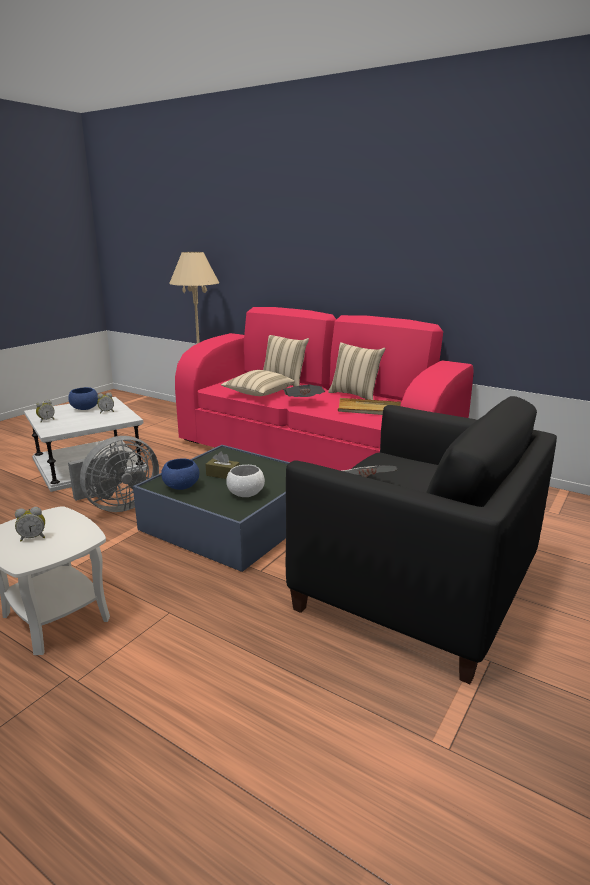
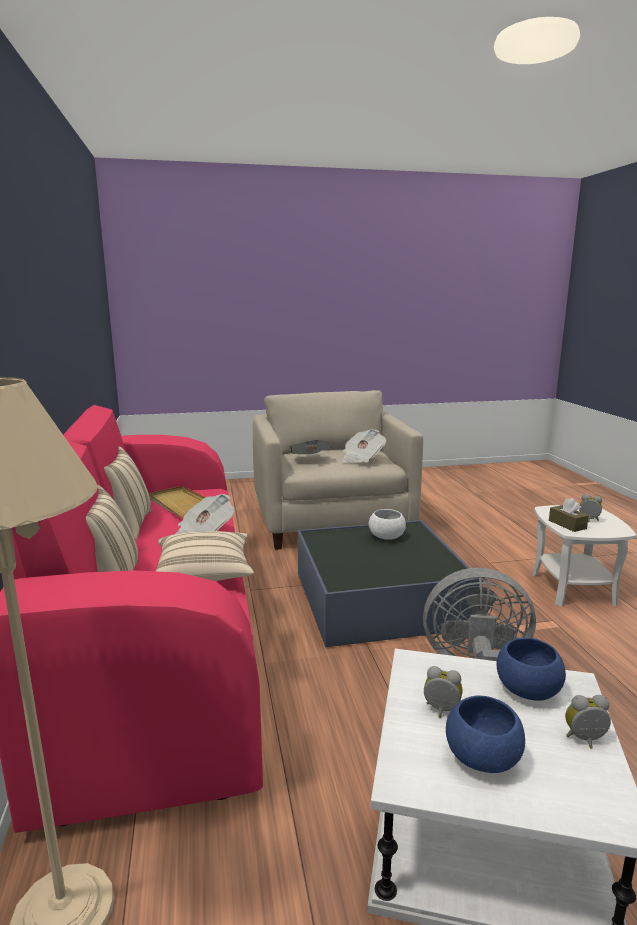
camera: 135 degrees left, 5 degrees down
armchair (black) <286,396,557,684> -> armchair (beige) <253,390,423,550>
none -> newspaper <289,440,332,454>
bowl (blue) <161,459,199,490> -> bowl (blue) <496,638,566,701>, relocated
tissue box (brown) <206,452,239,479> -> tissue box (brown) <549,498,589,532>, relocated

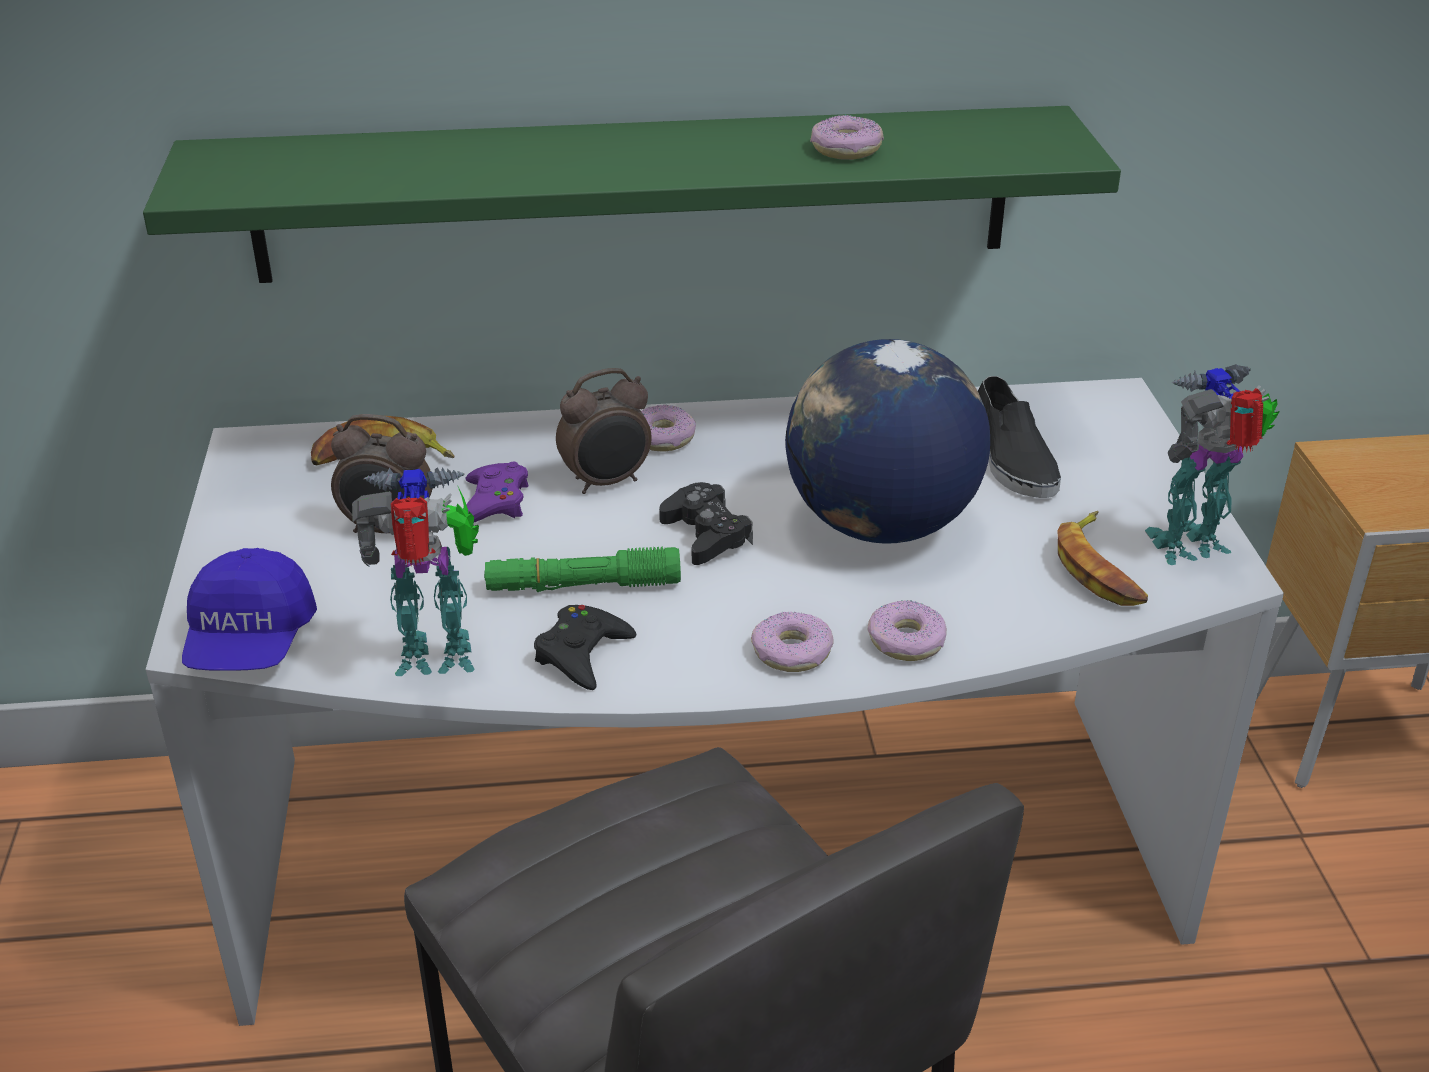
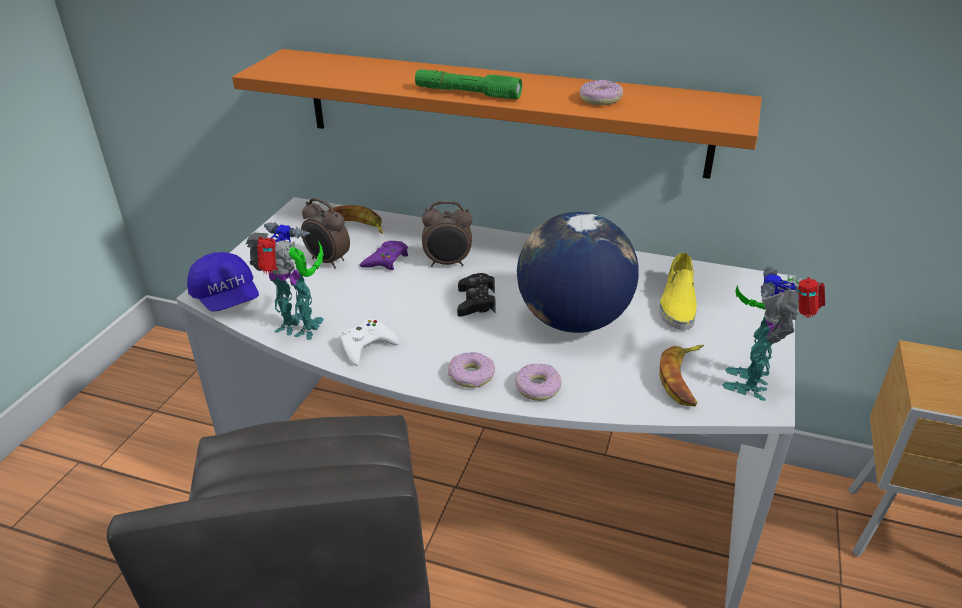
camera: 25 degrees right, 0 degrees up
cap (blue) <182,548,317,671> -> cap (blue) <187,252,259,312>, 60 degrees counterclockwise
shelf (green) <143,106,1121,283> -> shelf (orange) <232,49,762,179>
game controller (black) <534,605,636,690> -> game controller (white) <339,319,400,366>
flashlight (green) <484,547,681,592> -> flashlight (green) <415,69,522,99>, relocated
shoe (black) <978,376,1061,498> -> shoe (yellow) <659,253,697,330>
toy robot <1145,364,1279,565> -> toy robot <722,266,825,401>, 75 degrees counterclockwise
donut <641,405,696,452> -> none

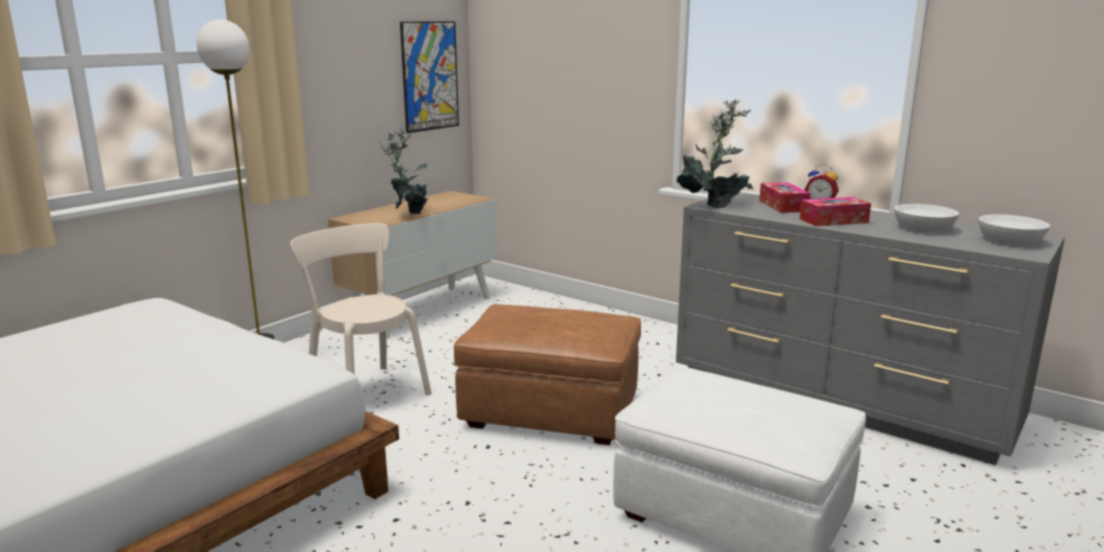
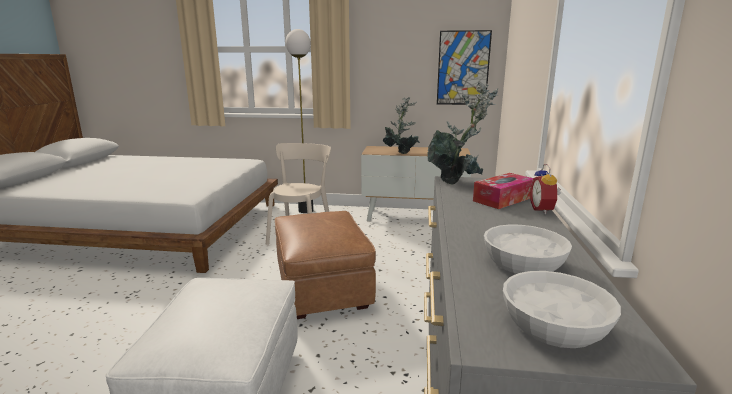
camera: 60 degrees right, 0 degrees up
tissue box <799,197,871,226> -> none

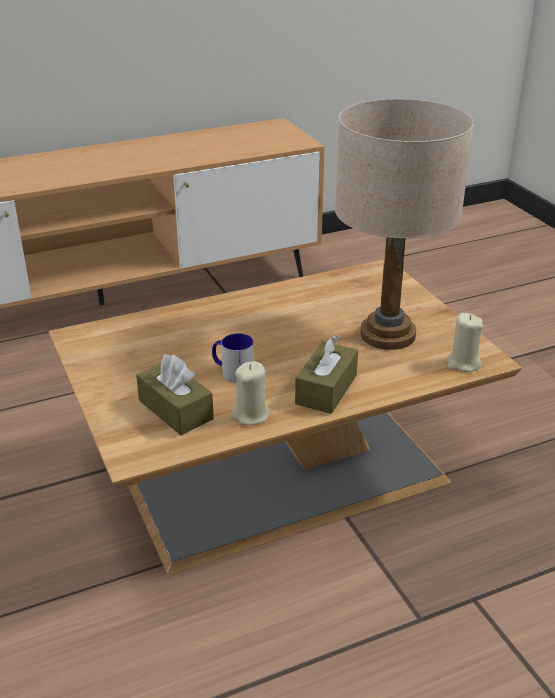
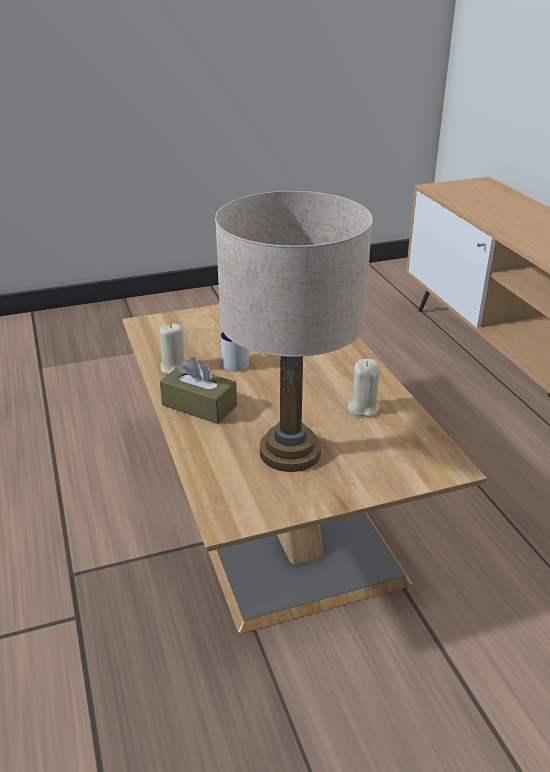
camera: 95 degrees right, 0 degrees up
candle (beige) <446,313,483,372> -> candle (beige) <348,359,380,417>, relocated
tissue box (brown) <136,354,214,435> -> none

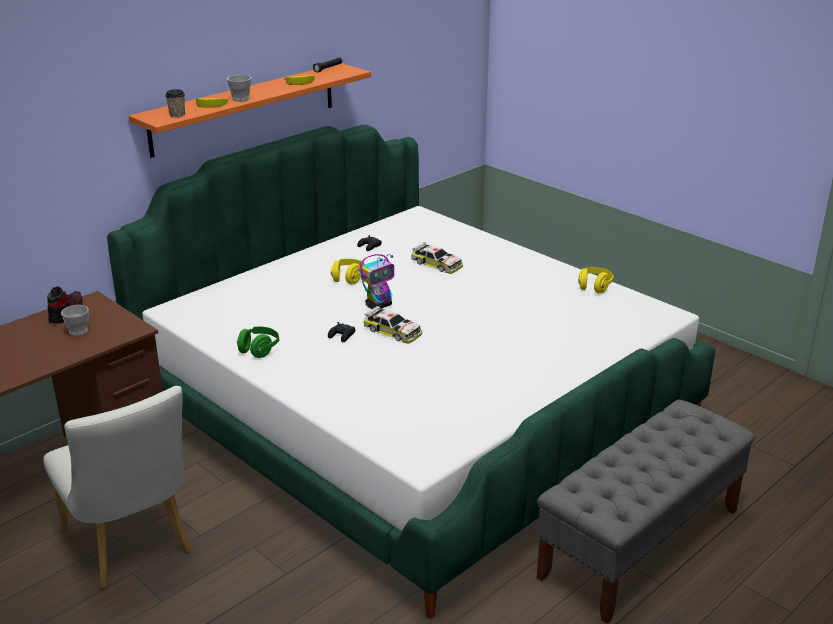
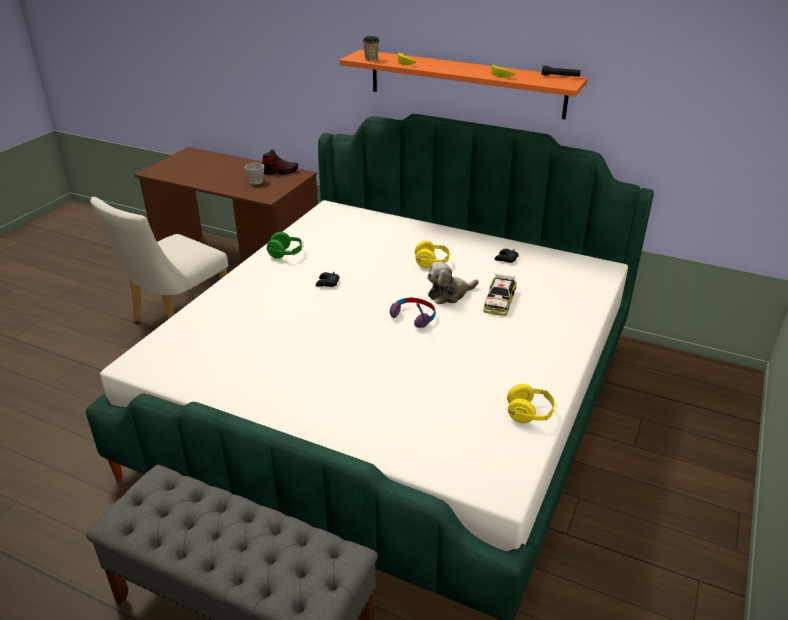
camera: 70 degrees right, 5 degrees up
none -> headphones (purple) <390,298,436,328>
none -> plush toy <427,262,479,304>
cup <227,75,251,102> -> none
toy robot <360,254,394,309> -> none
toy car <364,305,422,344> -> none

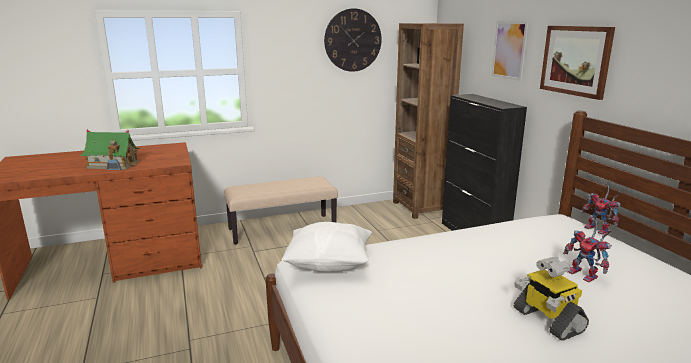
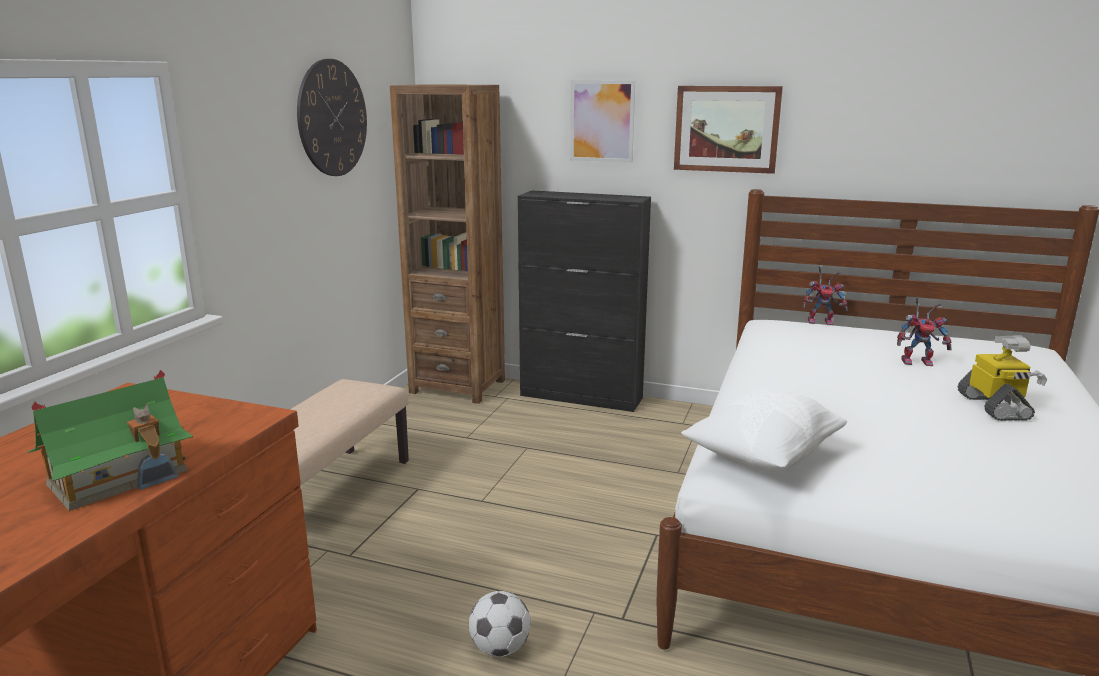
camera: 50 degrees left, 0 degrees up
none -> football <469,591,531,657>
toy robot <514,257,589,341> -> toy robot <958,336,1047,421>, 105 degrees counterclockwise

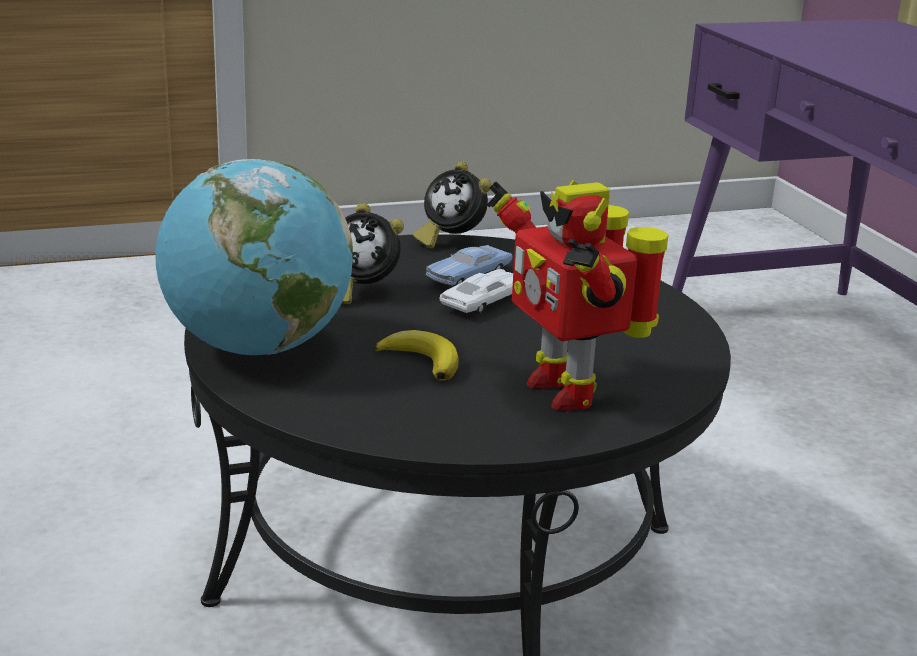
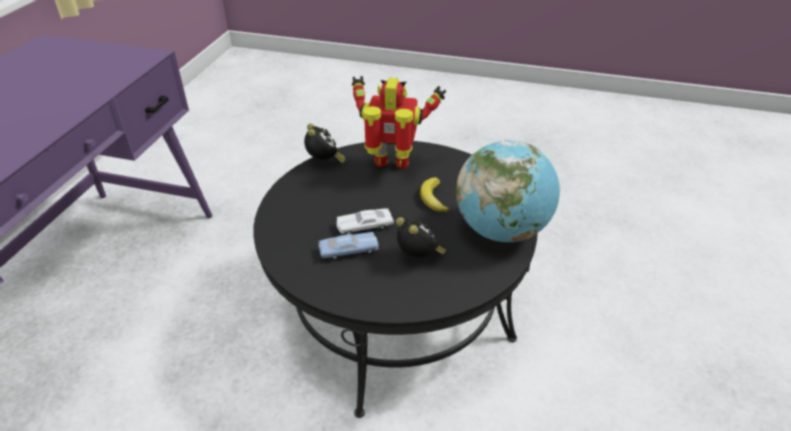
camera: 145 degrees left, 15 degrees up
alarm clock <413,161,492,249> -> alarm clock <304,124,346,164>, relocated
toy robot <487,180,668,411> -> toy robot <352,76,446,169>, 90 degrees counterclockwise

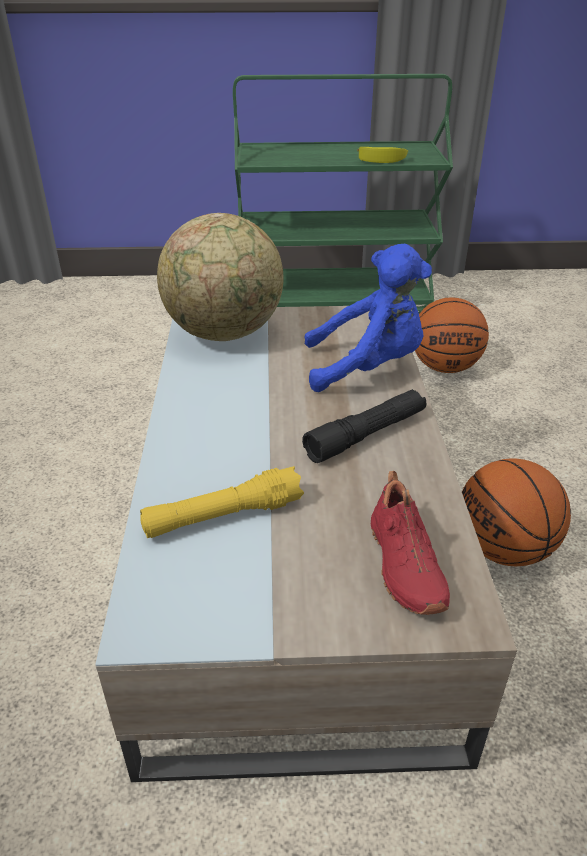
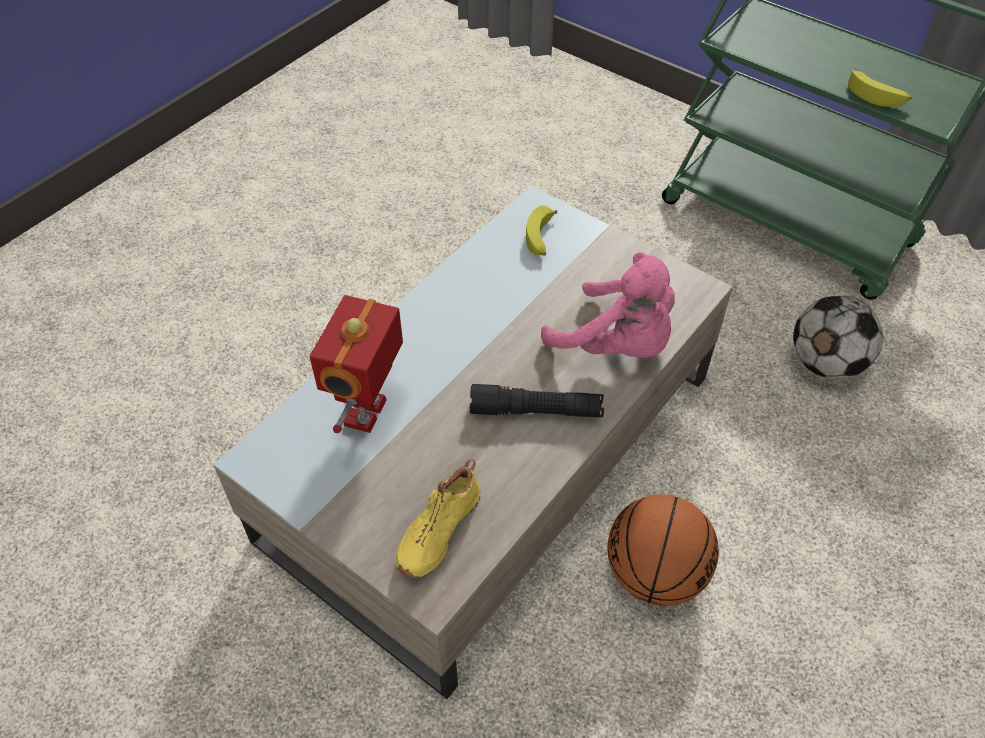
camera: 40 degrees right, 15 degrees up
flashlight (yellow) <140,466,304,538> -> toy robot <310,295,403,433>
shoe (red) <371,471,450,615> -> shoe (yellow) <396,458,481,579>
globe <157,213,284,341> -> banana <526,205,557,256>
plush toy (blue) <304,244,432,392> -> plush toy (pink) <541,252,675,358>
basketball <415,297,489,373> -> football <793,295,883,379>

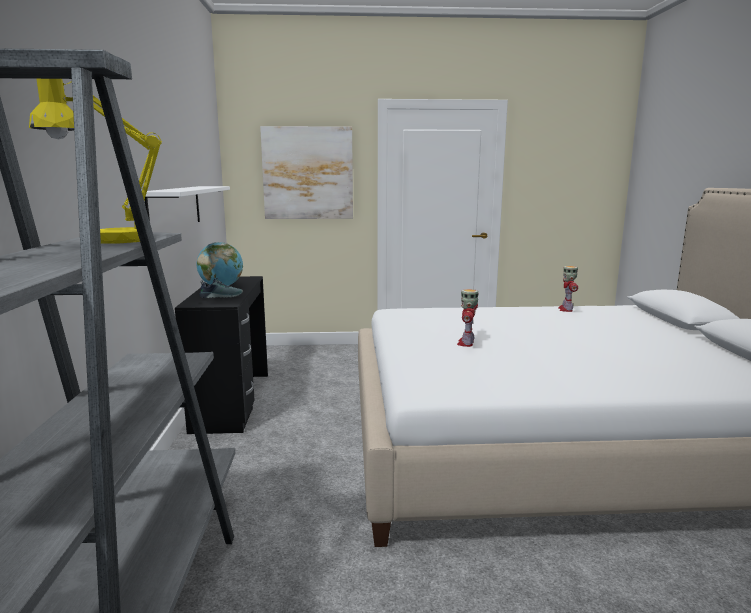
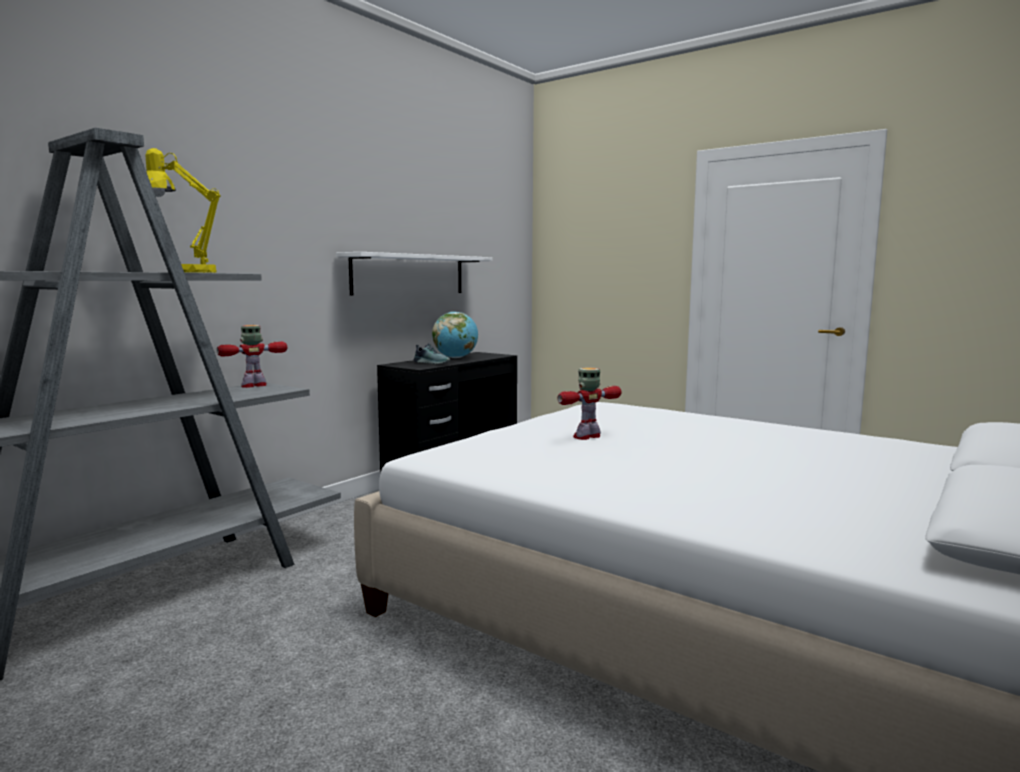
camera: 40 degrees right, 5 degrees down
toy robot <559,266,578,312> -> toy robot <217,325,287,388>, relocated
picture <260,126,353,219> -> none

